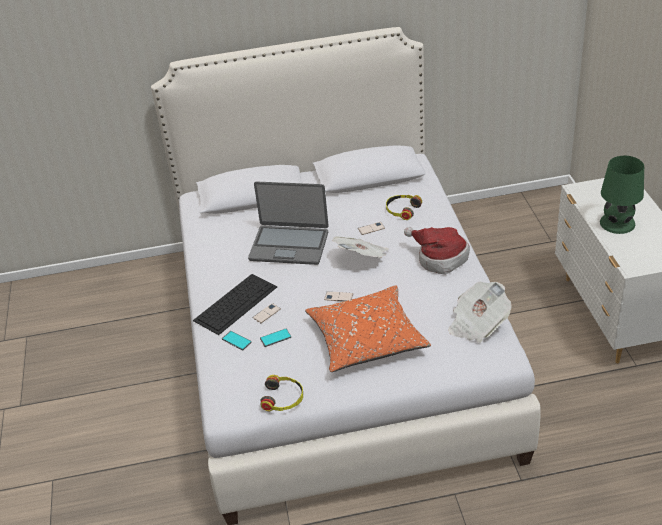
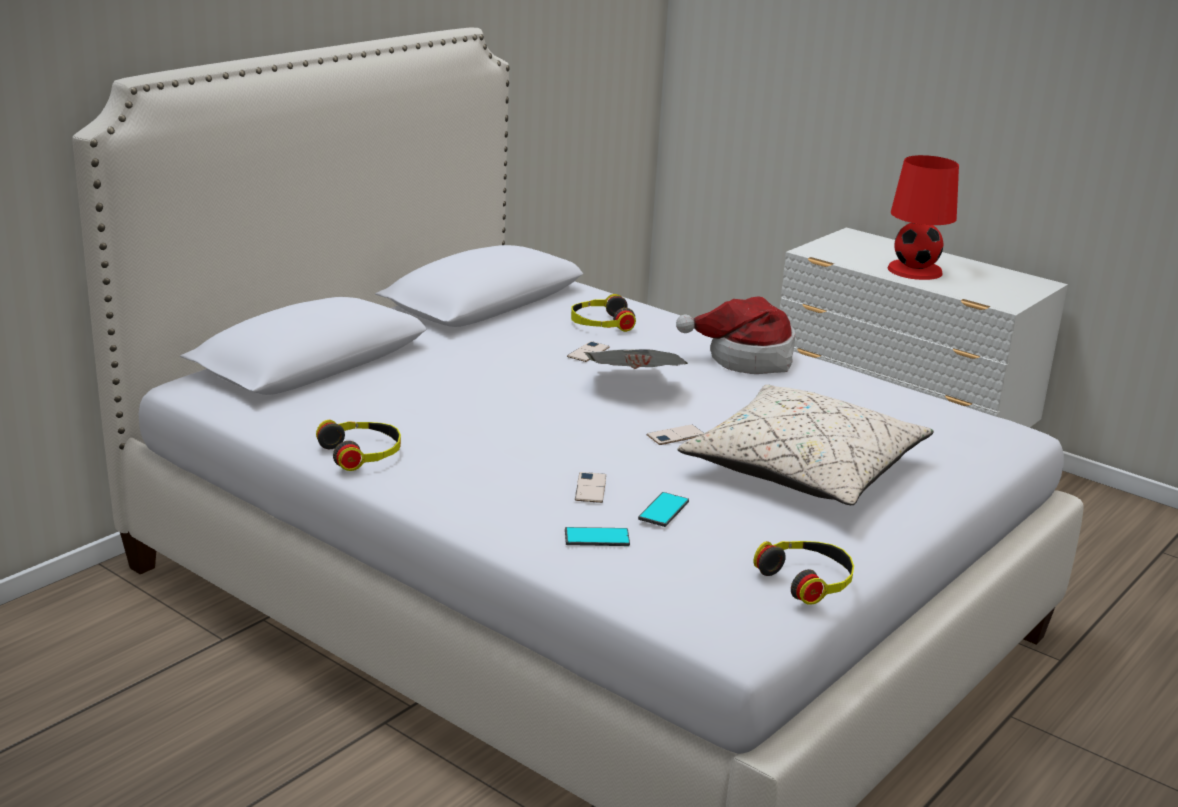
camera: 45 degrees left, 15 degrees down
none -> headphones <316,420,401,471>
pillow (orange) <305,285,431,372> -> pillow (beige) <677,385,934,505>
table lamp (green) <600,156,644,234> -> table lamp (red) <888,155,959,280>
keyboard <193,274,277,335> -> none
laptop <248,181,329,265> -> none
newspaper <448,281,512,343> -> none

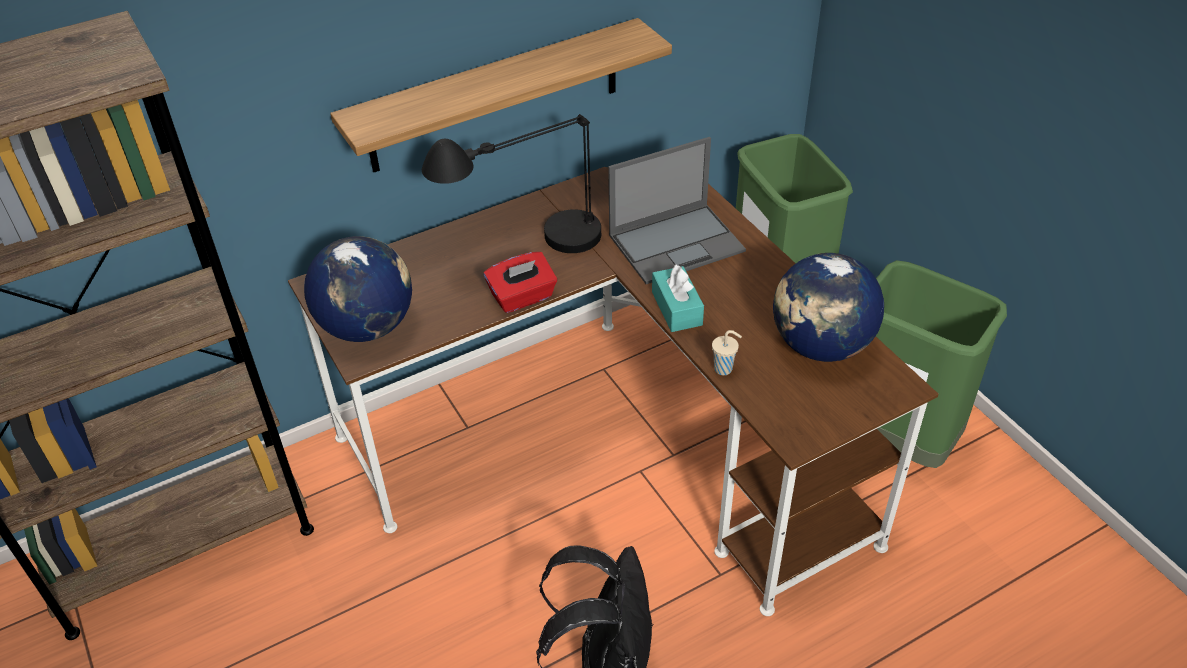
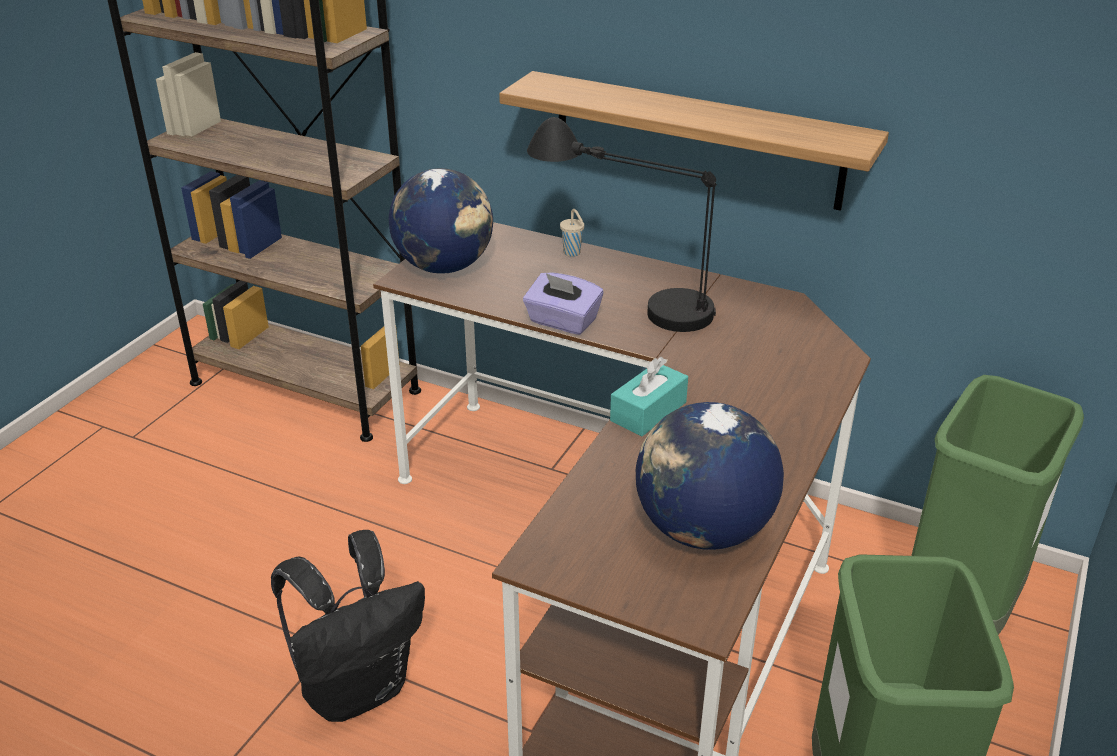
camera: 55 degrees right, 10 degrees down
tissue box (red) <484,252,557,313> -> tissue box (purple) <523,272,603,335>
cup (beige) <712,330,742,375> -> cup (beige) <560,209,584,257>, relocated
laptop <608,137,746,284> -> none

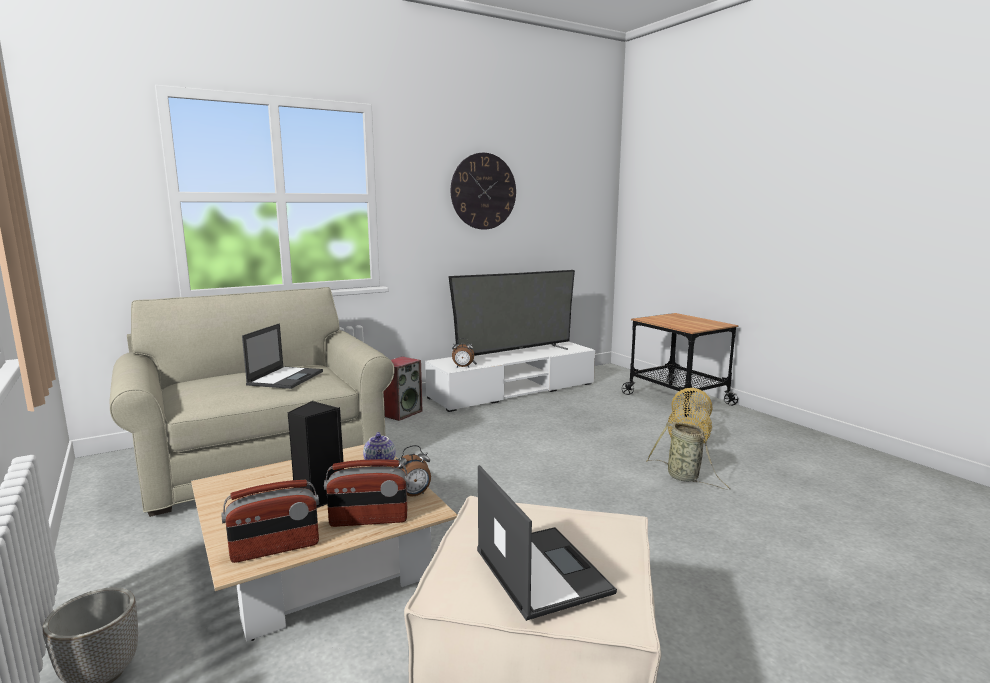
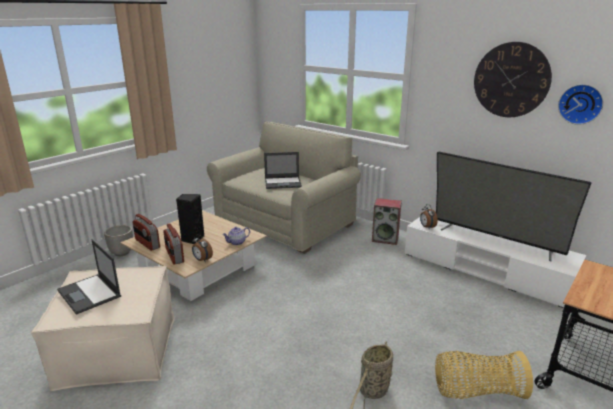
camera: 70 degrees right, 10 degrees up
laptop <477,465,617,621> -> laptop <57,239,121,315>, 90 degrees clockwise
none -> wall clock <558,84,604,125>

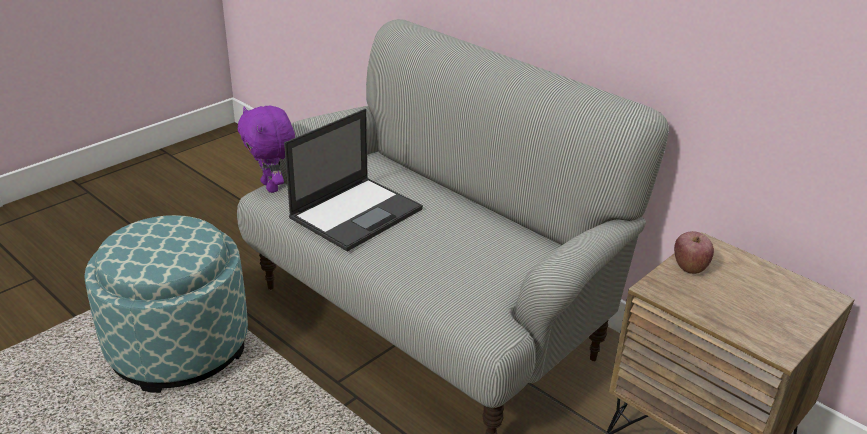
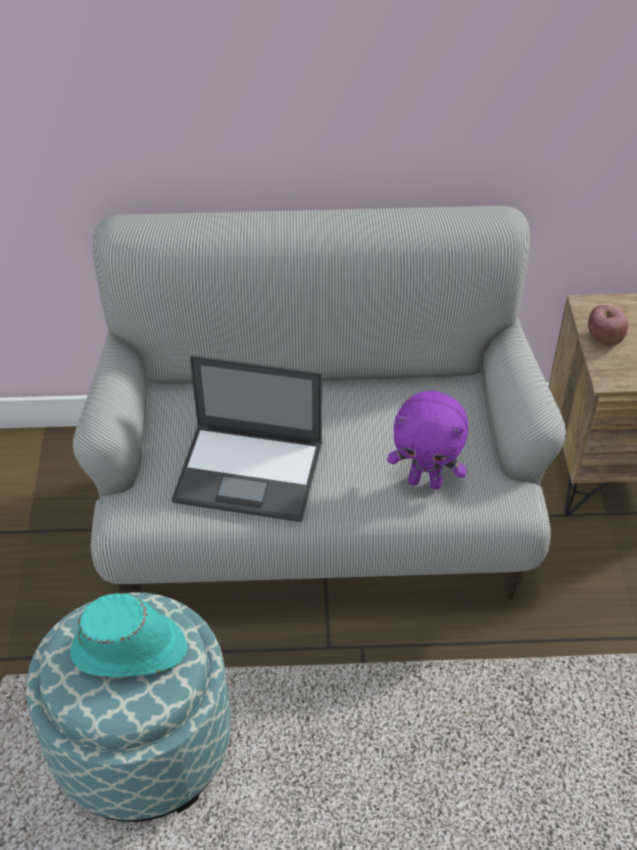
camera: 45 degrees left, 15 degrees up
none -> hat (turquoise) <71,593,187,677>
laptop <284,109,423,252> -> laptop <172,355,322,522>, 105 degrees clockwise
plush toy (purple) <238,106,295,193> -> plush toy (purple) <387,391,468,490>, relocated

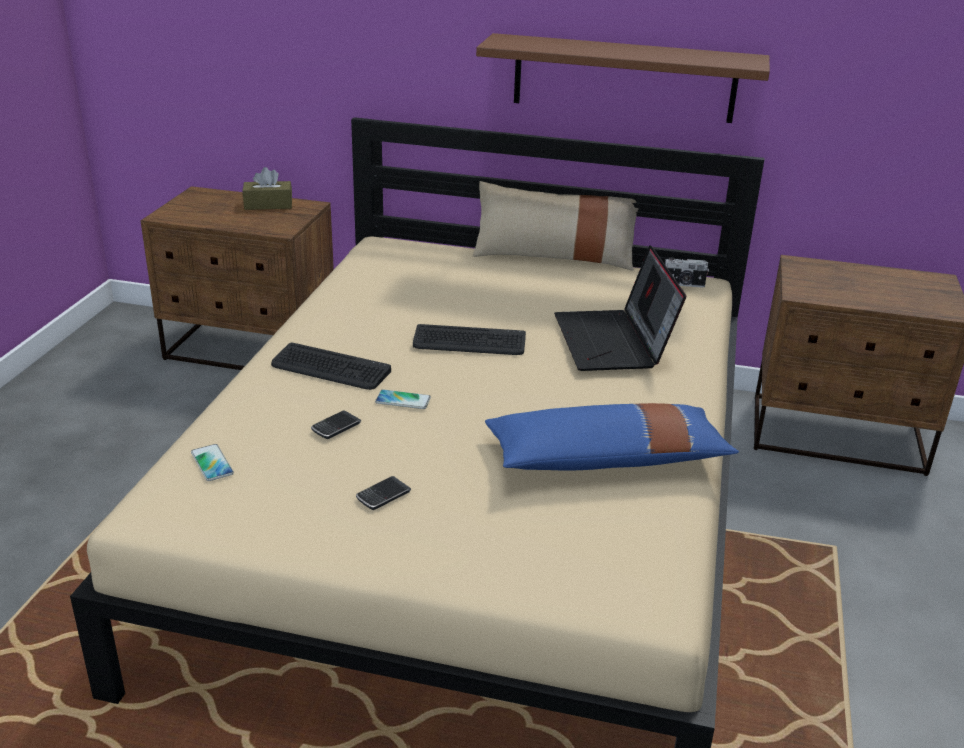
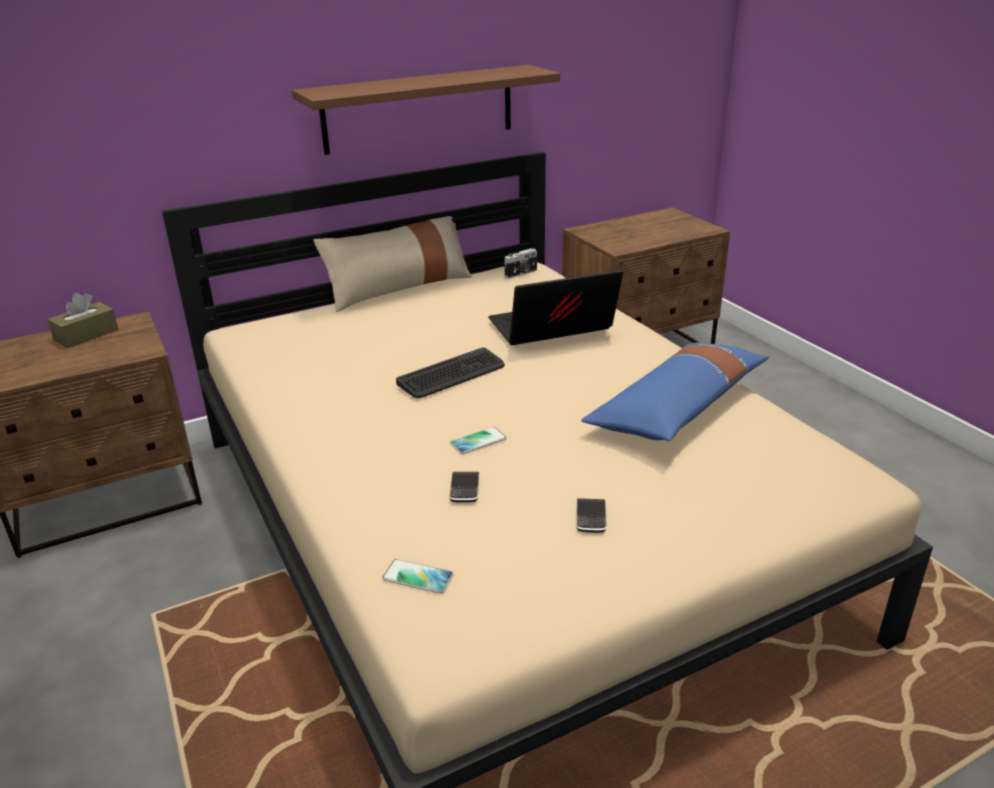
camera: 40 degrees left, 0 degrees up
laptop <554,245,686,371> -> laptop <488,270,623,345>, 120 degrees clockwise
keyboard <271,343,391,390> -> none

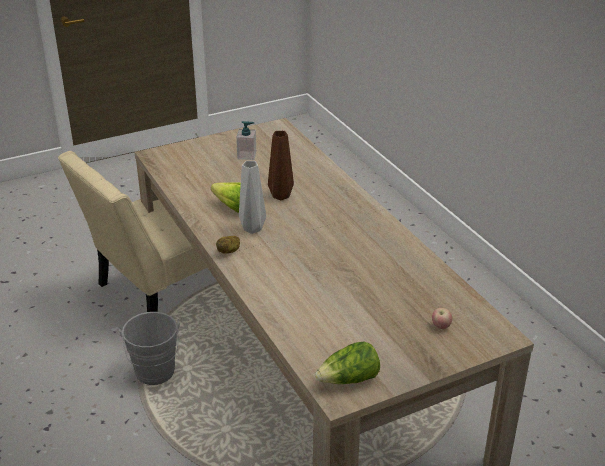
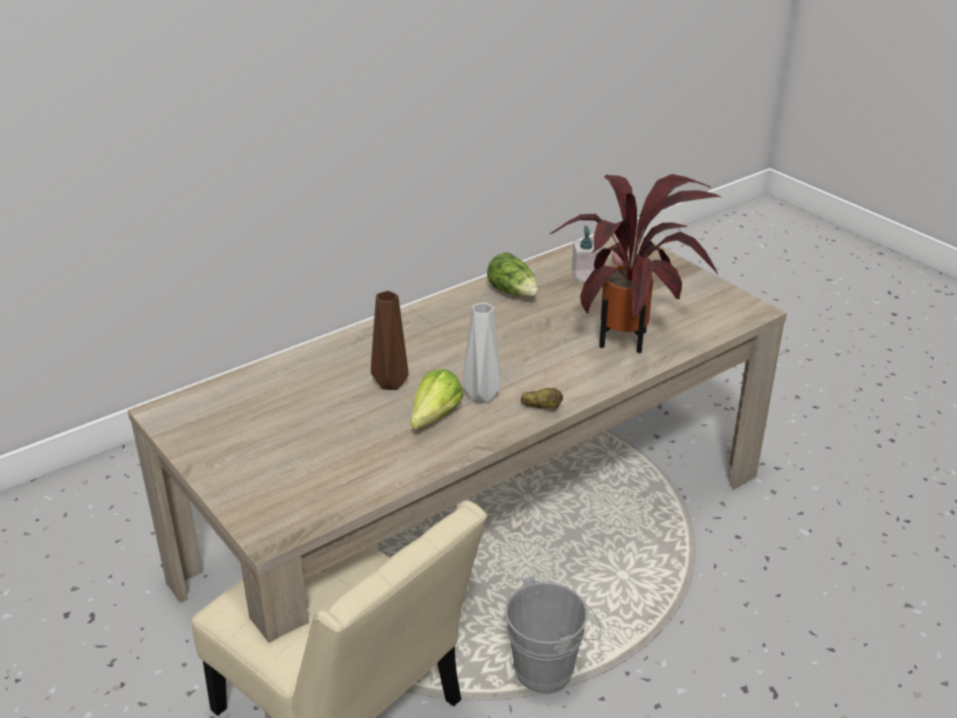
camera: 100 degrees left, 0 degrees up
lettuce <315,341,380,384> -> lettuce <487,252,539,297>, relocated
none -> potted plant <550,174,721,353>
soap dispenser <236,121,256,160> -> soap dispenser <572,225,600,282>, relocated

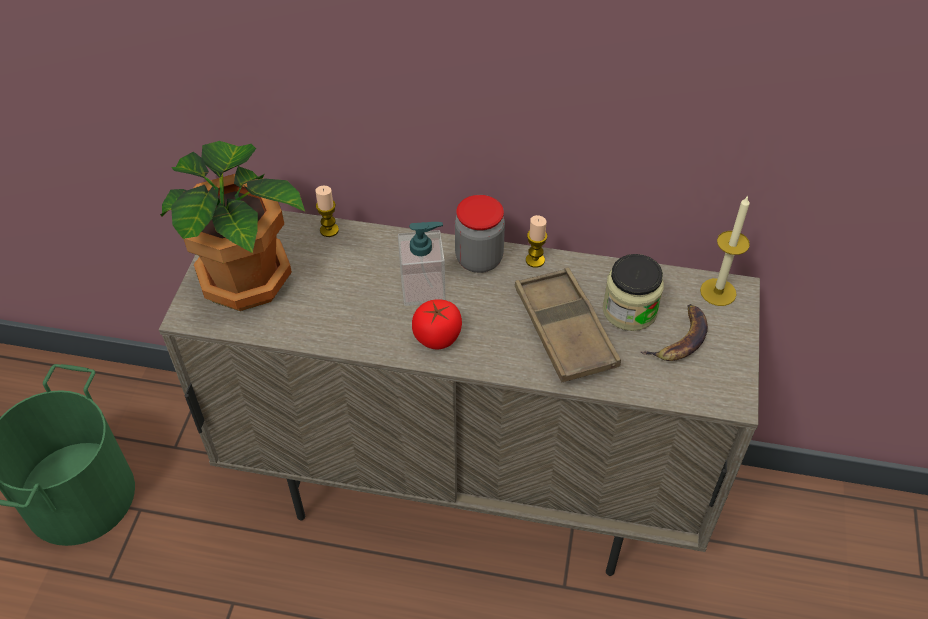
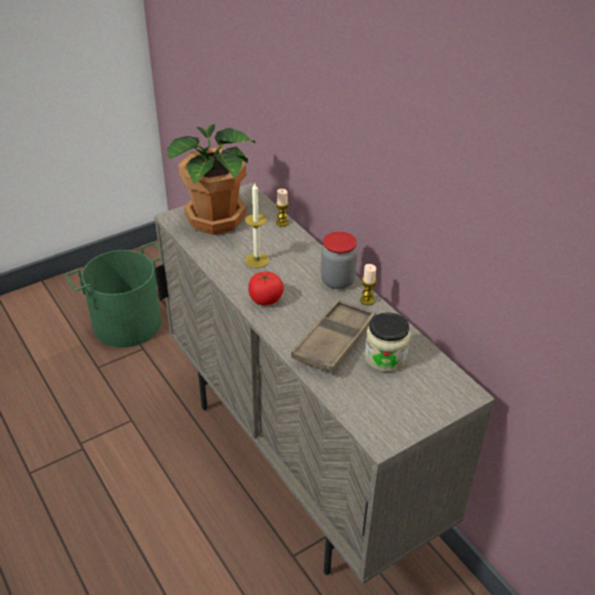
camera: 45 degrees right, 10 degrees down
candle <700,195,750,306> -> candle <245,183,269,268>, relocated
soap dispenser <398,222,446,306> -> none
banana <641,304,708,361> -> none

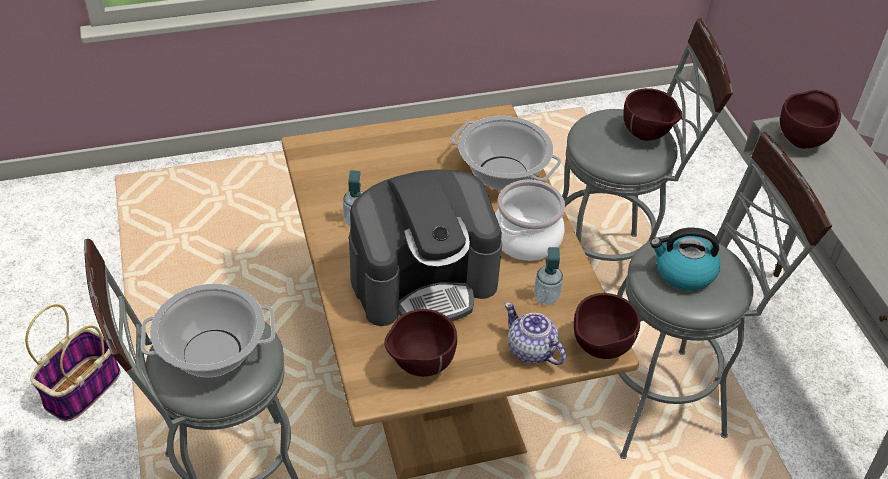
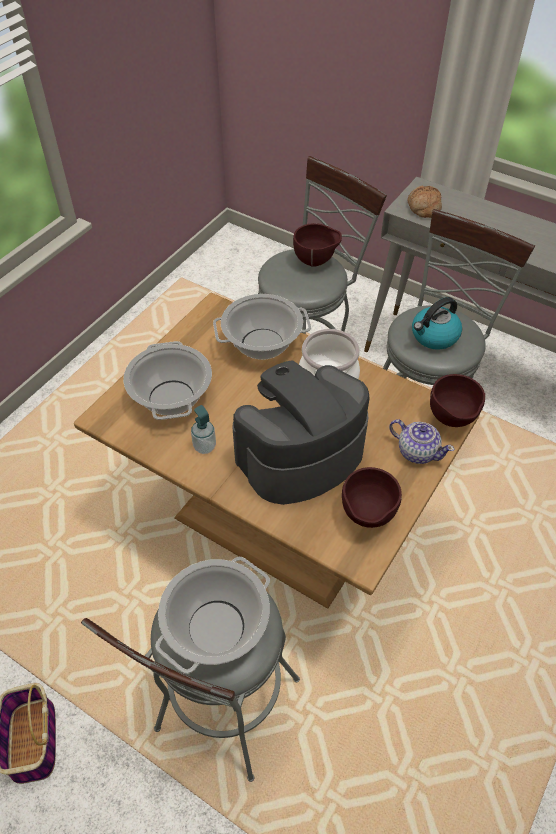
camera: 40 degrees left, 5 degrees up
none -> cooking pot <123,341,212,420>
coffee machine <349,169,502,326> -> coffee machine <232,361,369,505>, 150 degrees counterclockwise
teapot <505,302,566,365> -> teapot <389,419,455,464>, 150 degrees counterclockwise
bowl (brown) <780,90,841,148> -> bread <408,186,442,218>
soap dispenser <534,247,563,305> -> none

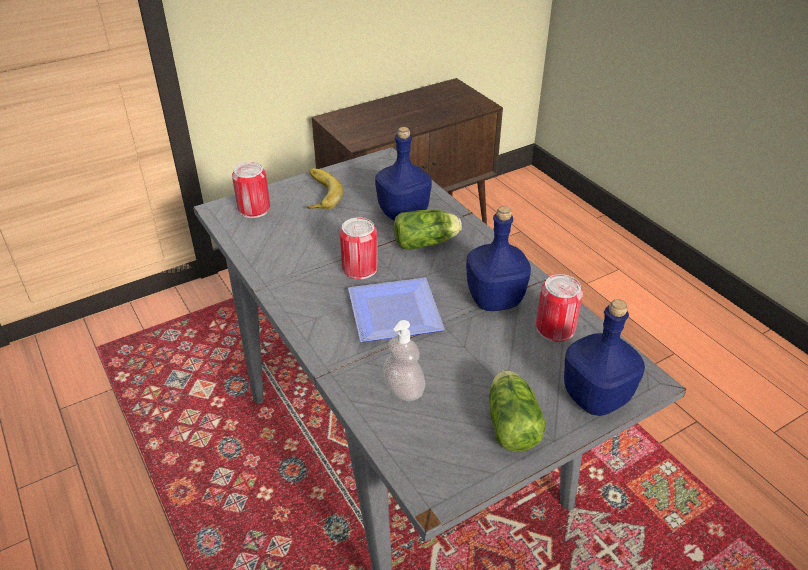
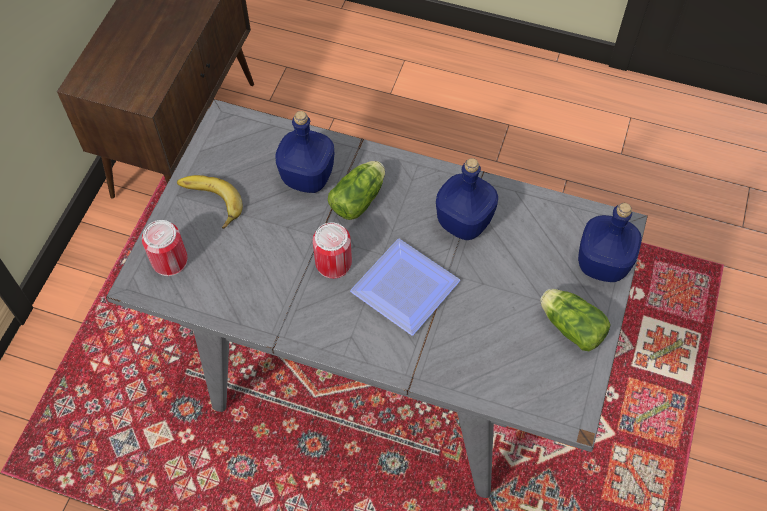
camera: 40 degrees left, 20 degrees up
soap dispenser <383,320,425,401> -> none
can <536,274,583,342> -> none

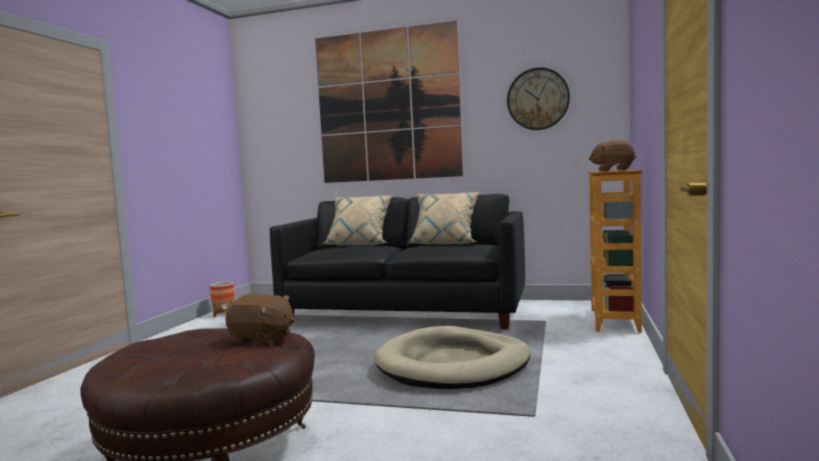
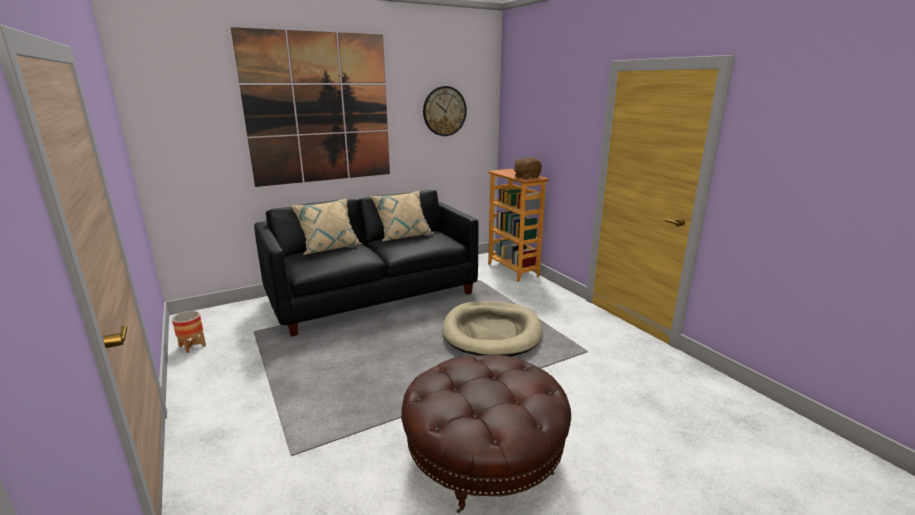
camera: 45 degrees left, 15 degrees up
plush toy (brown) <226,293,295,346> -> none

